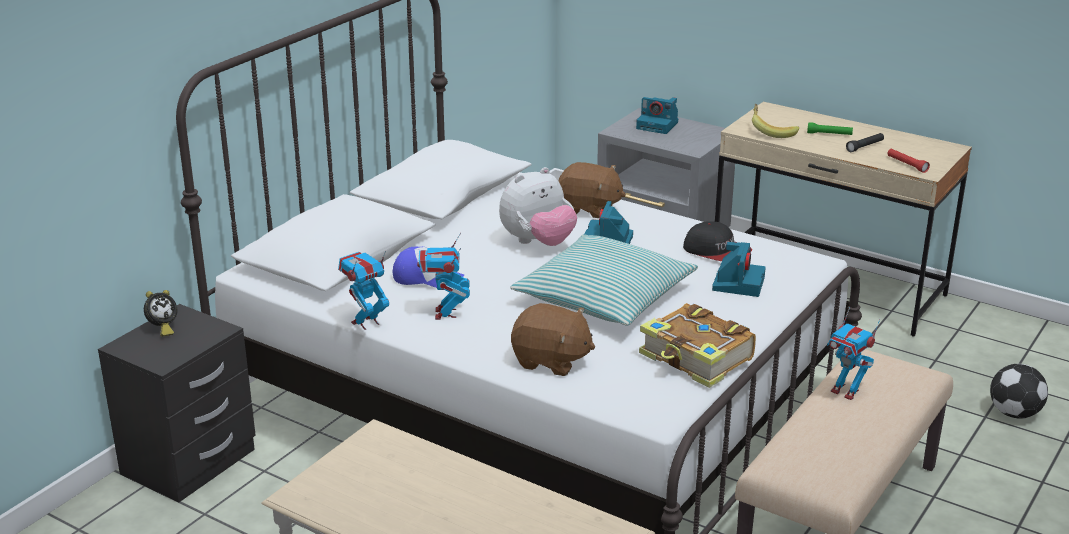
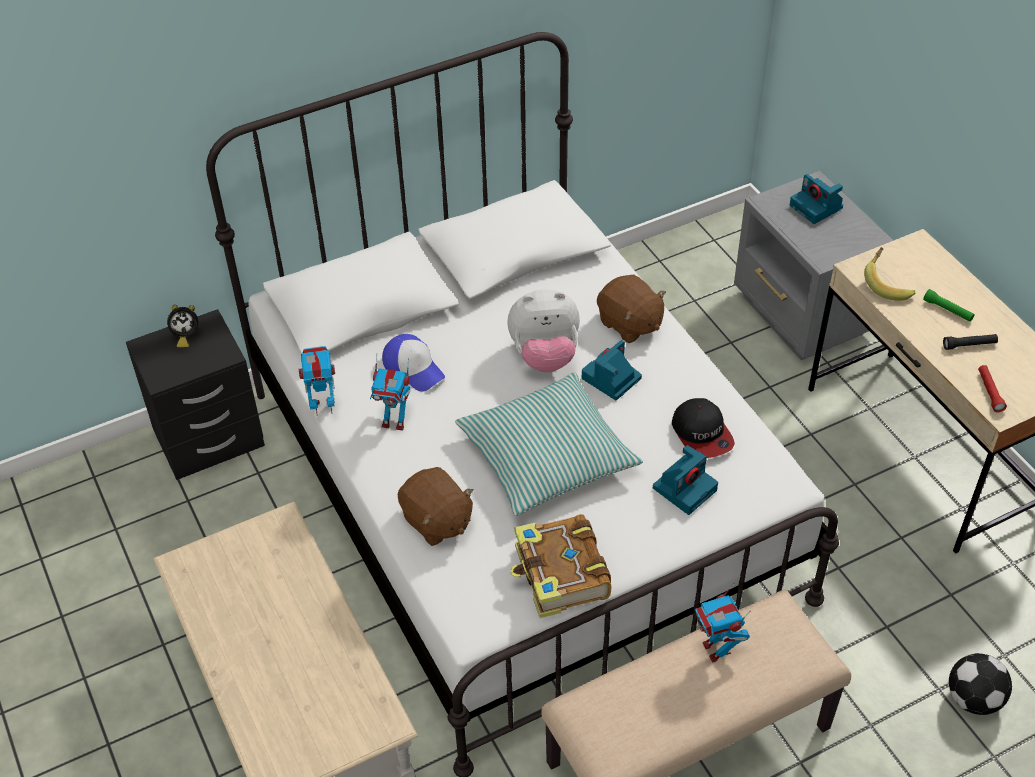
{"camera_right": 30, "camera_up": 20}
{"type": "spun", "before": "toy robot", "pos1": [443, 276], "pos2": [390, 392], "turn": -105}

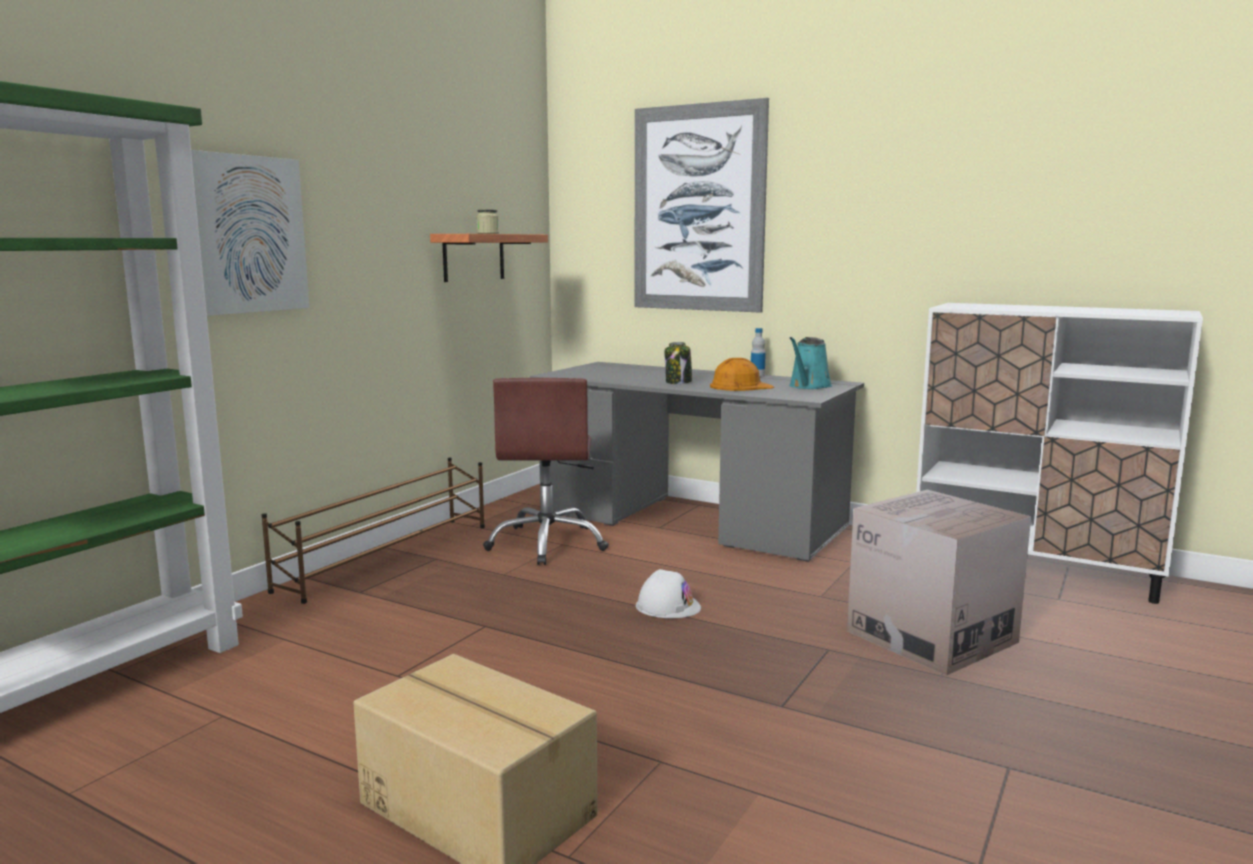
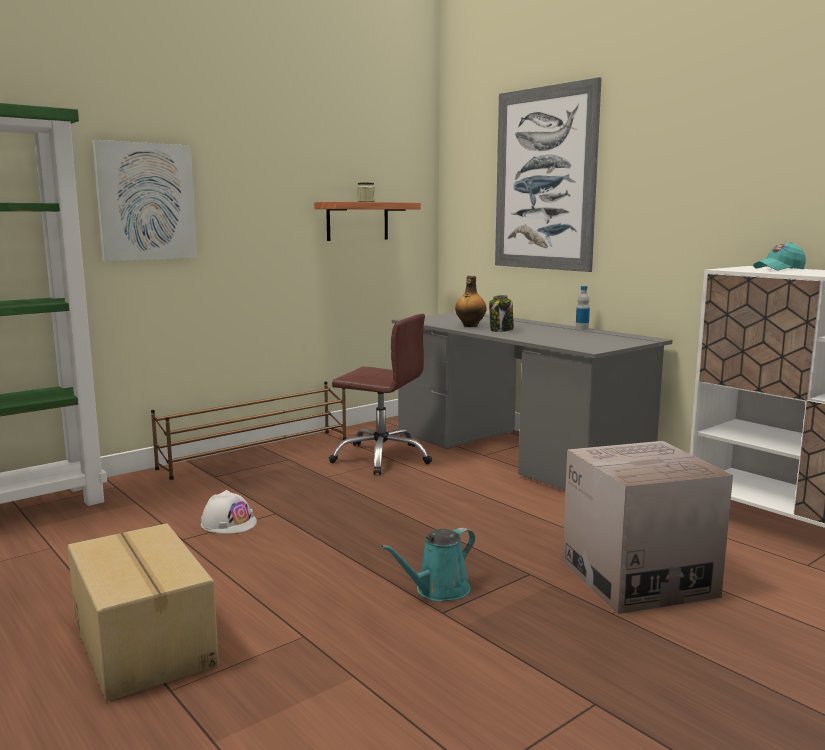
{"camera_right": 20, "camera_up": 0}
{"type": "relocated", "before": "white hard hat", "pos1": [668, 593], "pos2": [229, 512]}
{"type": "spun", "before": "brown office chair", "pos1": [546, 471], "pos2": [380, 394], "turn": -90}
{"type": "relocated", "before": "turquoise watering can", "pos1": [810, 363], "pos2": [428, 564]}
{"type": "appeared", "after": "bottle", "pos2": [471, 301]}
{"type": "appeared", "after": "turquoise cap", "pos2": [779, 256]}
{"type": "missing", "before": "orange hard hat", "pos1": [742, 374]}

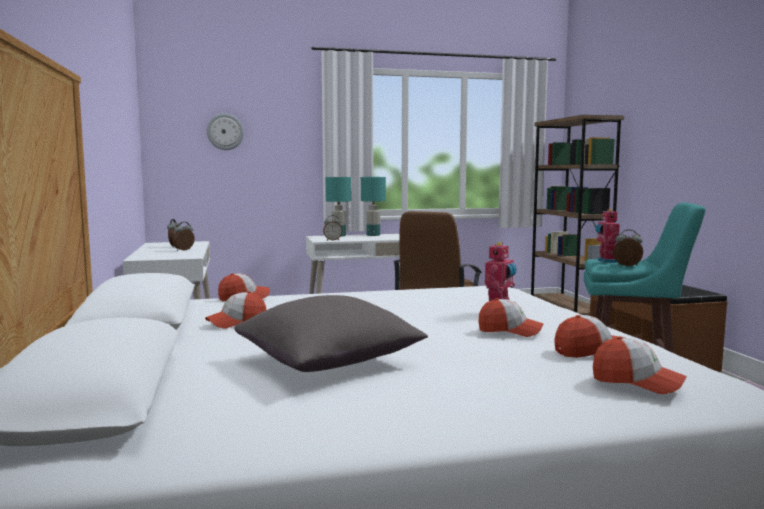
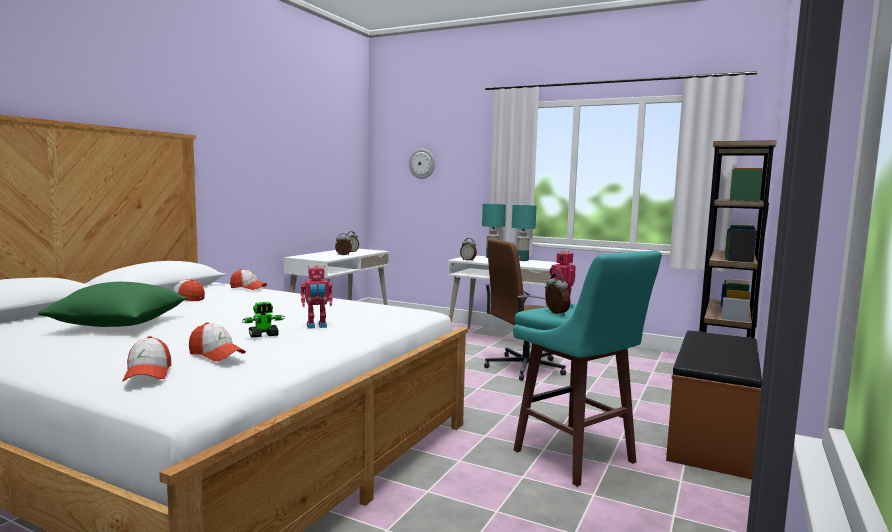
{"camera_right": 40, "camera_up": 0}
{"type": "colour", "before": "grey pillow", "after": "green pillow", "pos1": [331, 333], "pos2": [113, 304]}
{"type": "exchanged", "before": "cap", "after": "toy robot", "pos1": [511, 317], "pos2": [263, 320]}

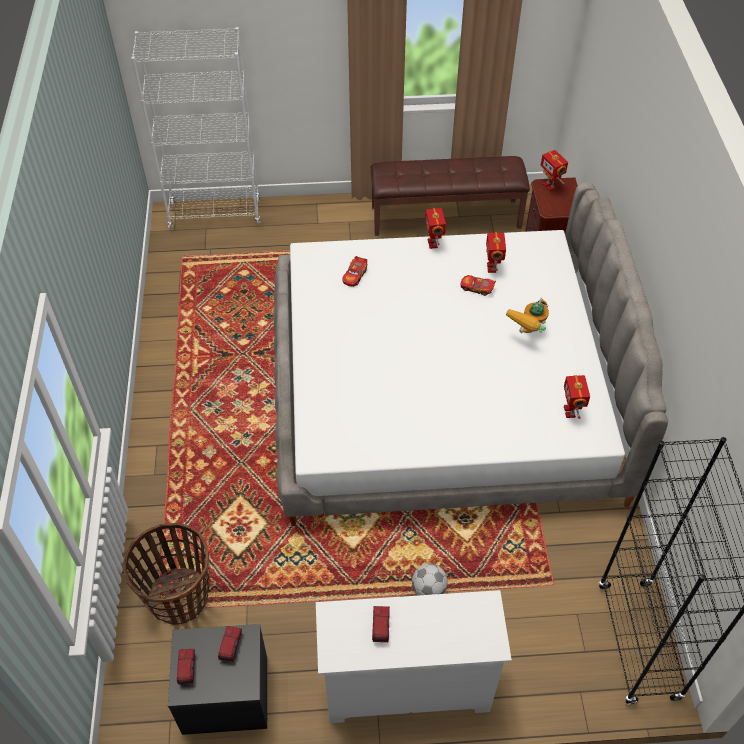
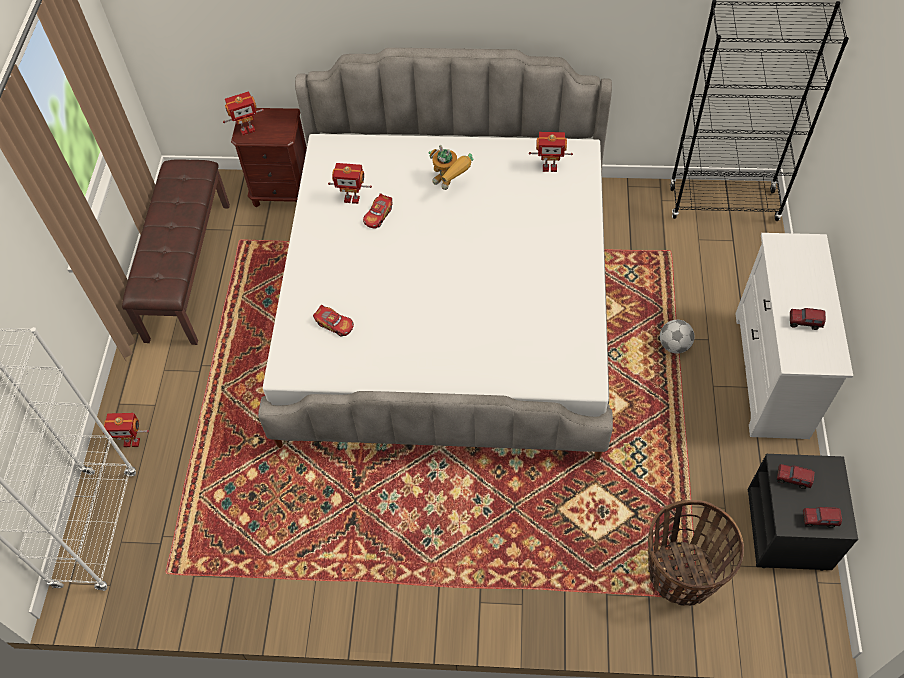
{"camera_right": -80, "camera_up": 5}
{"type": "relocated", "before": "toy robot", "pos1": [435, 228], "pos2": [126, 430]}

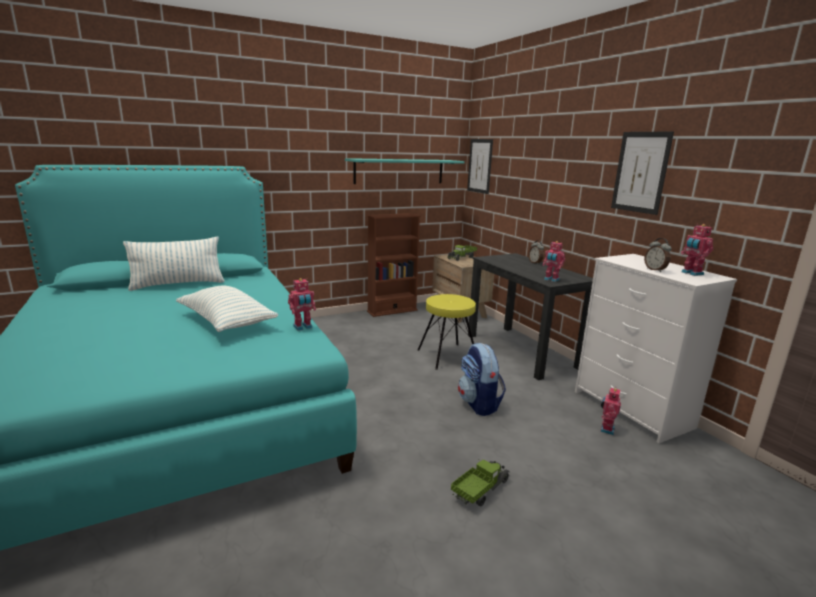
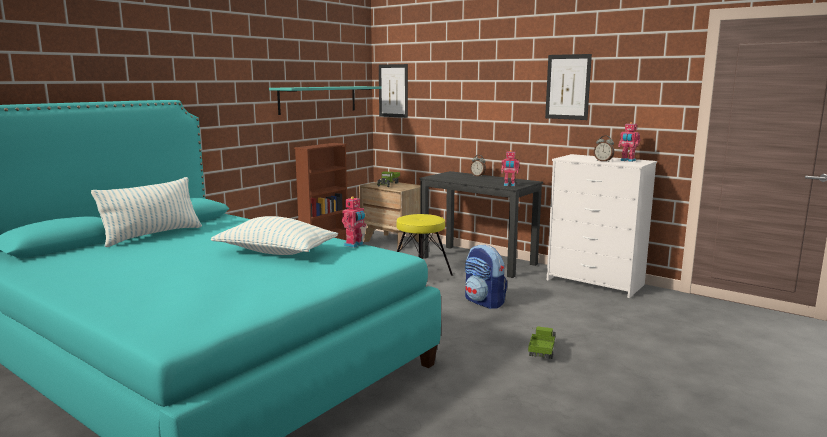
{"camera_right": -25, "camera_up": -5}
{"type": "missing", "before": "toy robot", "pos1": [610, 411]}

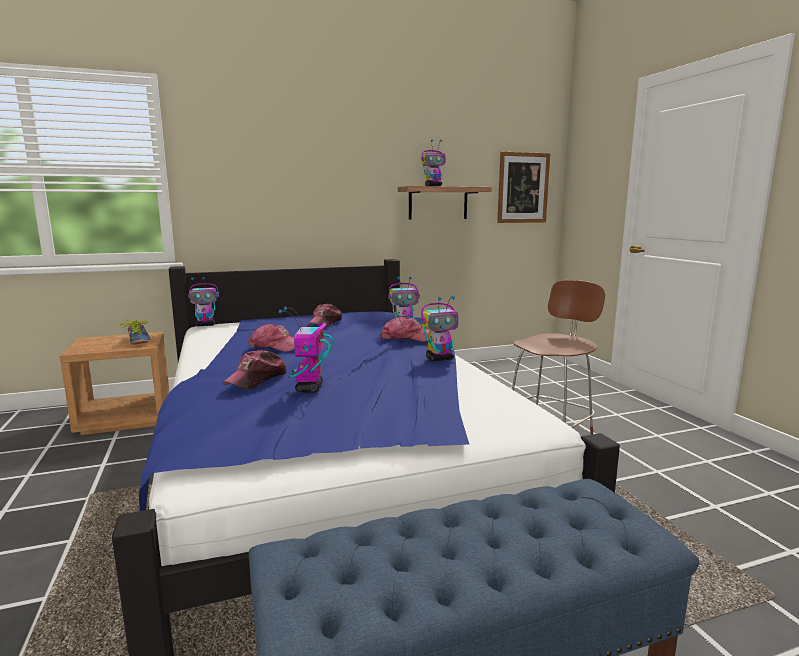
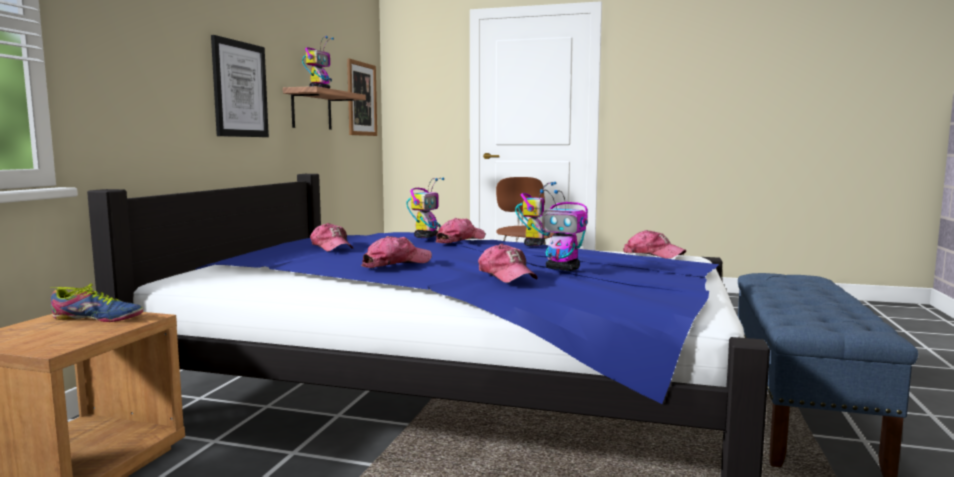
{"camera_right": -55, "camera_up": -5}
{"type": "appeared", "after": "picture", "pos2": [240, 86]}
{"type": "appeared", "after": "cap", "pos2": [654, 244]}
{"type": "missing", "before": "toy robot", "pos1": [203, 301]}

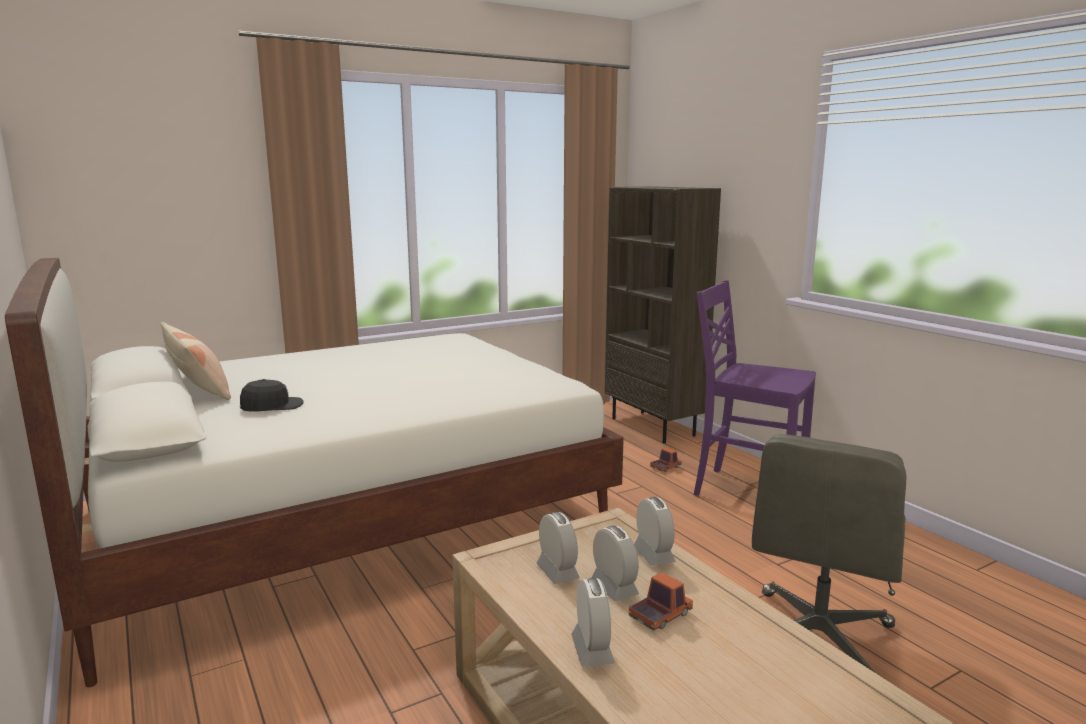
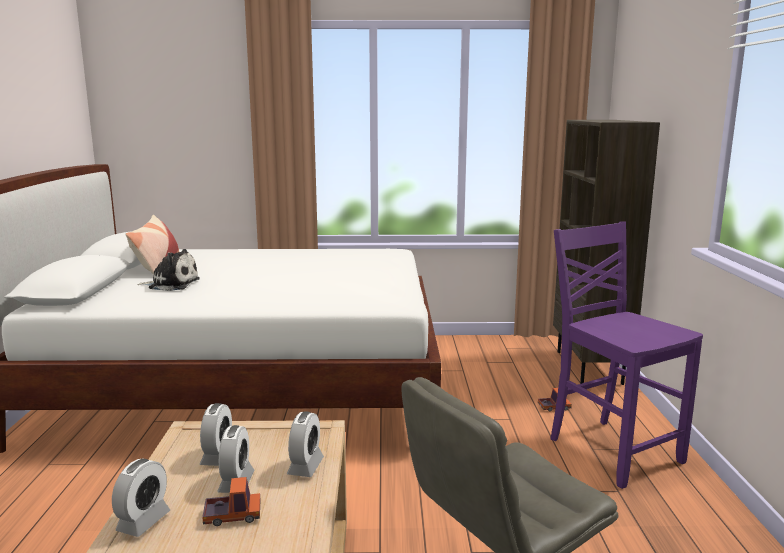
{"camera_right": 30, "camera_up": 0}
{"type": "exchanged", "before": "black cap", "after": "plush toy", "pos1": [272, 395], "pos2": [168, 270]}

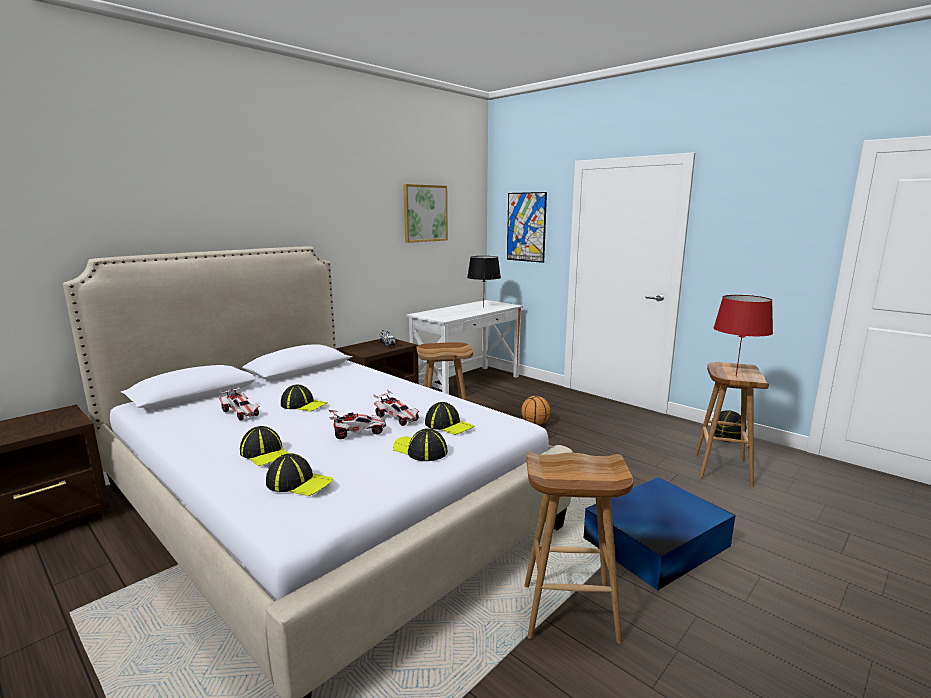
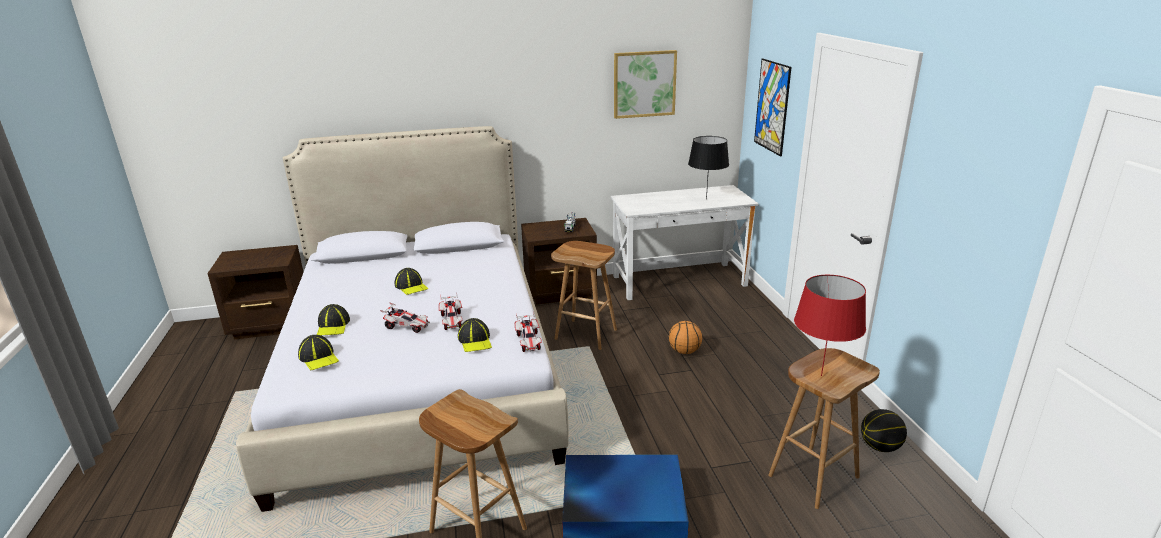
{"camera_right": 35, "camera_up": 10}
{"type": "relocated", "before": "toy car", "pos1": [239, 403], "pos2": [528, 332]}
{"type": "missing", "before": "cap", "pos1": [420, 444]}

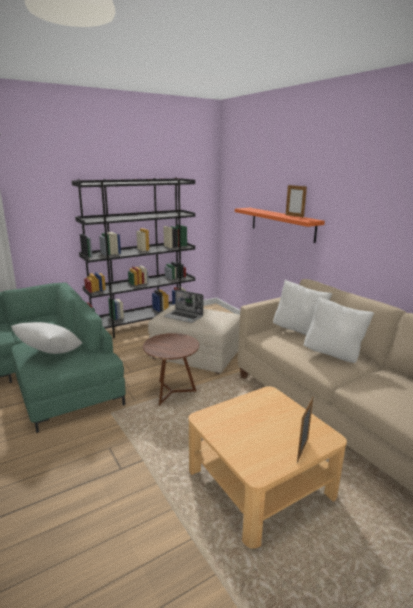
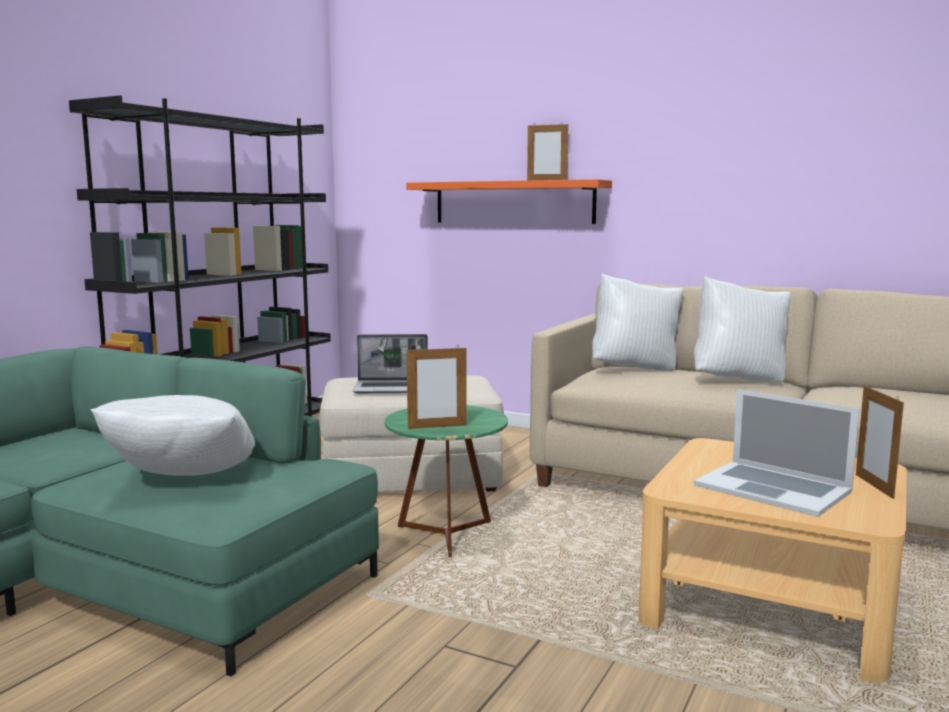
{"camera_right": -30, "camera_up": -10}
{"type": "colour", "before": "brown side table", "after": "green side table", "pos1": [171, 369], "pos2": [446, 481]}
{"type": "appeared", "after": "picture frame", "pos2": [437, 387]}
{"type": "appeared", "after": "laptop", "pos2": [776, 453]}

